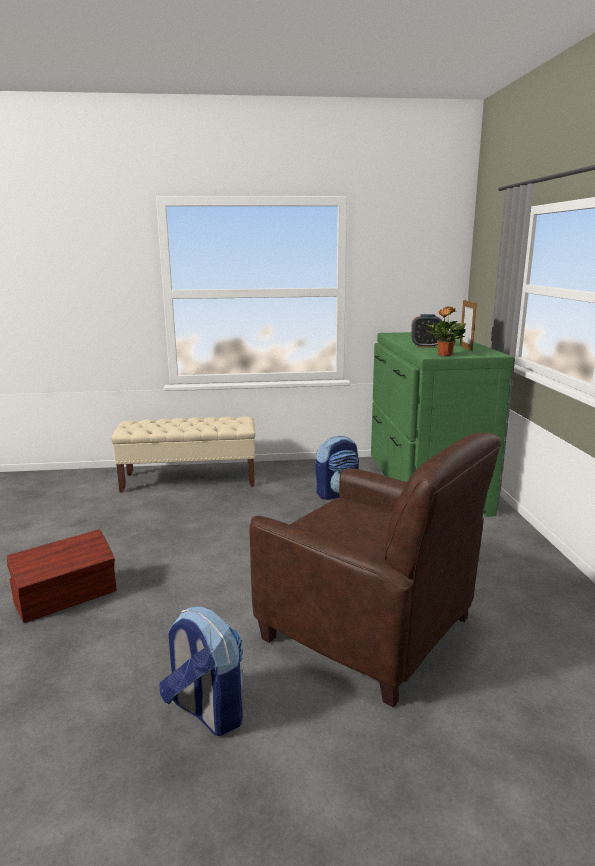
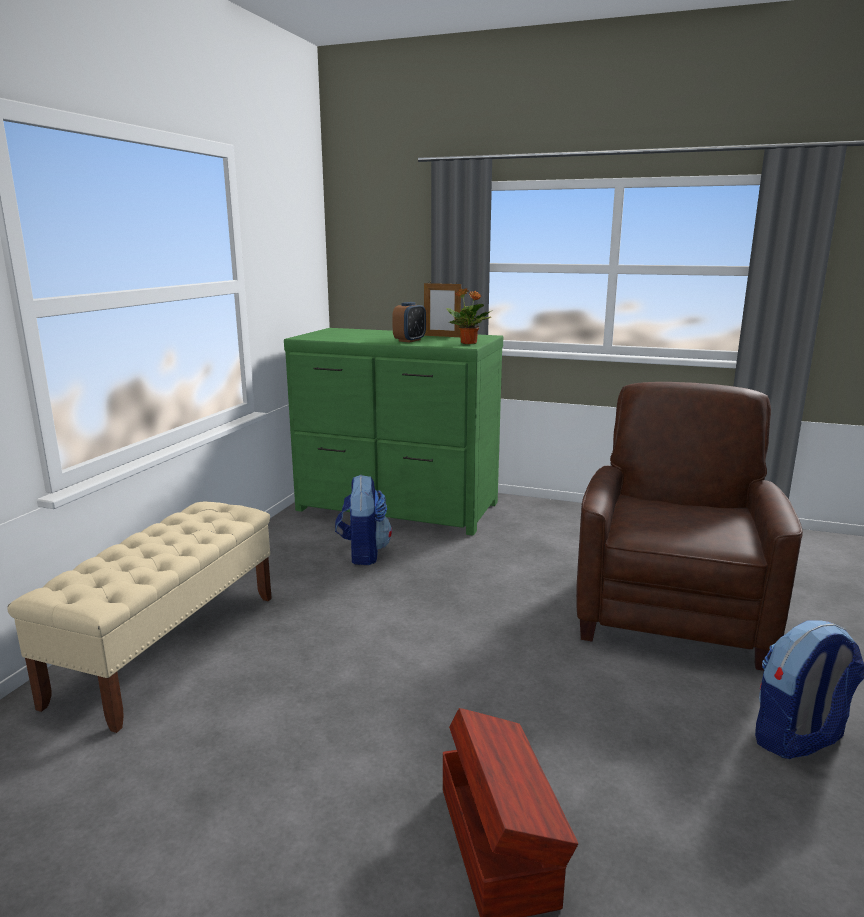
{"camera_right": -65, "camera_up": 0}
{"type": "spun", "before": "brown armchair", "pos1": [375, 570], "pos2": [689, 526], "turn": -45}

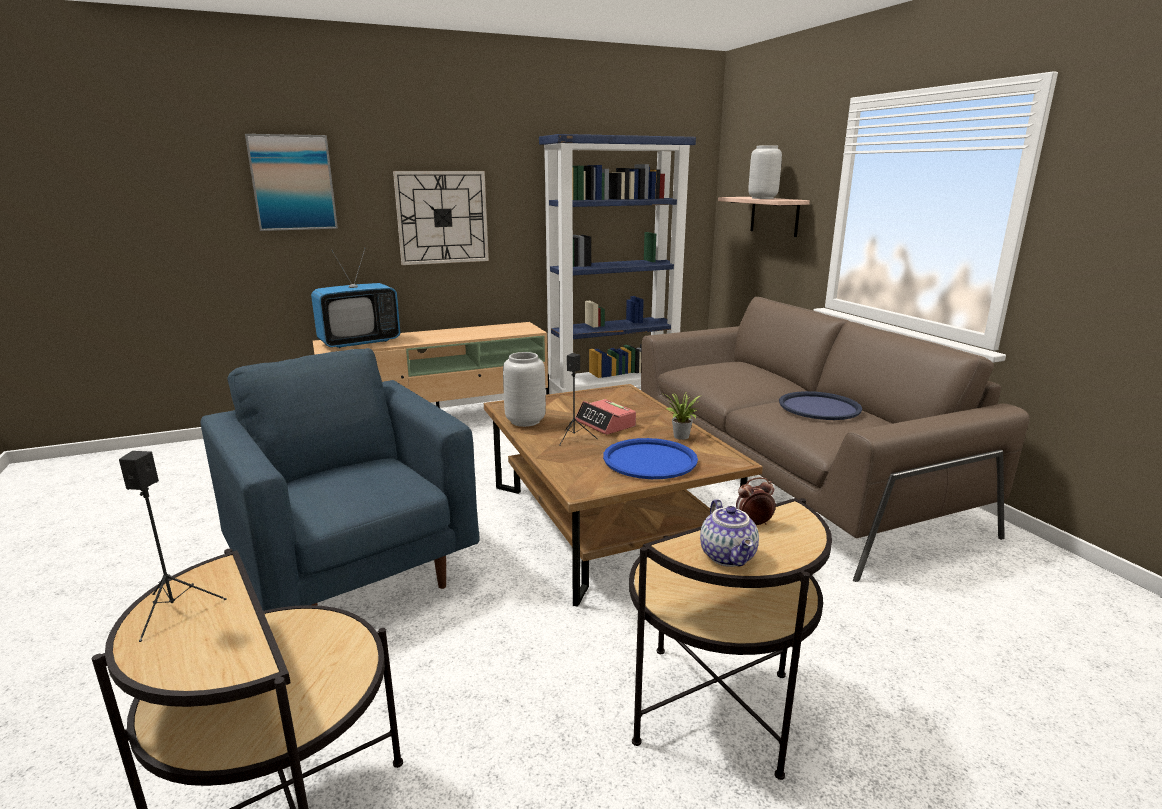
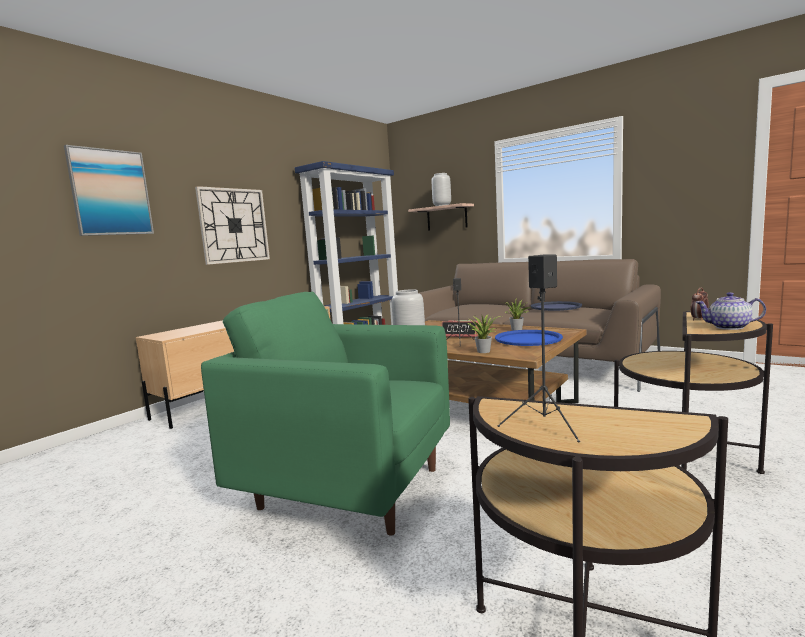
{"camera_right": -30, "camera_up": -10}
{"type": "colour", "before": "blue armchair", "after": "green armchair", "pos1": [340, 479], "pos2": [325, 414]}
{"type": "appeared", "after": "potted plant", "pos2": [484, 333]}
{"type": "spun", "before": "teapot", "pos1": [729, 533], "pos2": [730, 311], "turn": 150}
{"type": "missing", "before": "television", "pos1": [356, 298]}

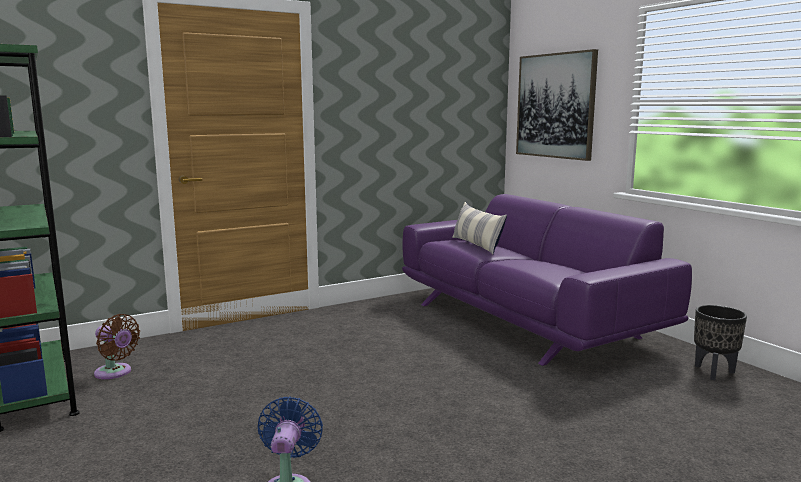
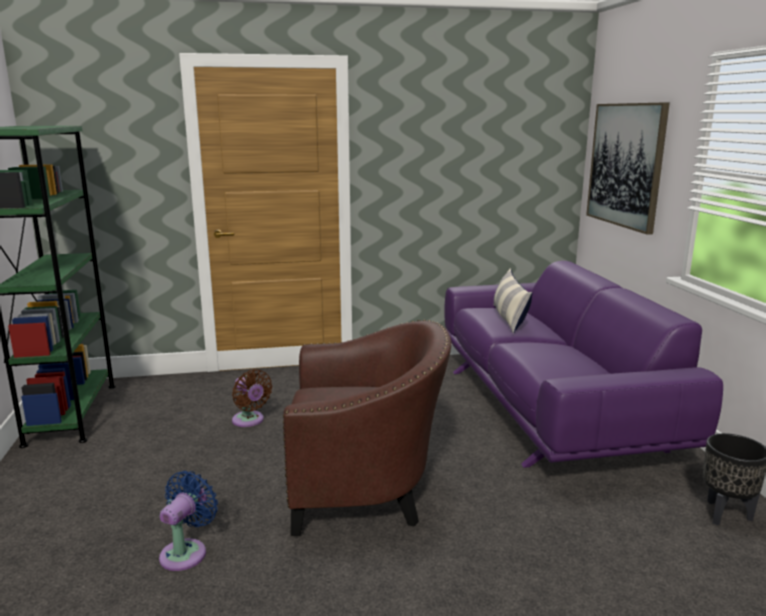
{"camera_right": 20, "camera_up": 5}
{"type": "relocated", "before": "brown fan", "pos1": [117, 346], "pos2": [252, 398]}
{"type": "appeared", "after": "brown armchair", "pos2": [367, 428]}

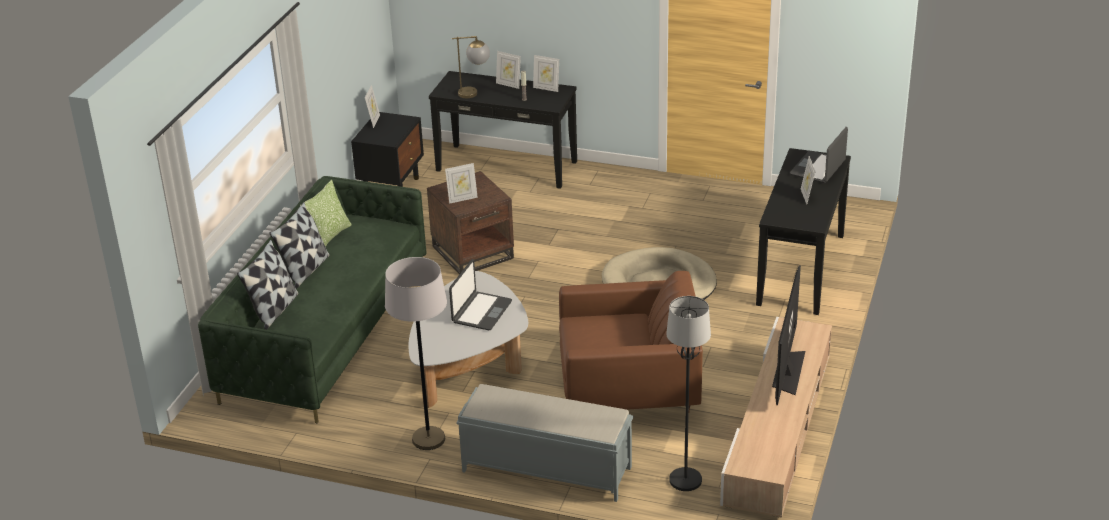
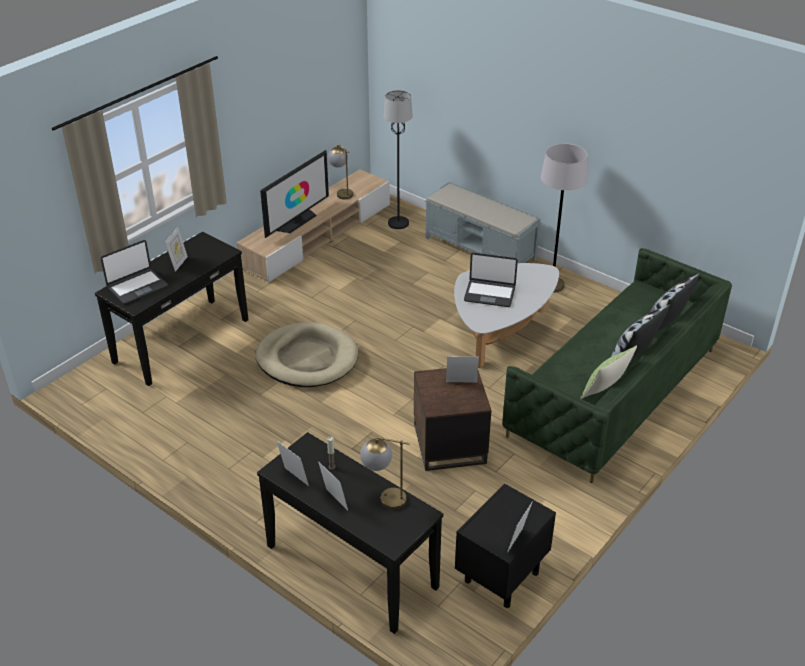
{"camera_right": -160, "camera_up": 5}
{"type": "appeared", "after": "table lamp", "pos2": [340, 171]}
{"type": "spun", "before": "laptop", "pos1": [480, 294], "pos2": [491, 280], "turn": -120}
{"type": "missing", "before": "brown armchair", "pos1": [631, 341]}

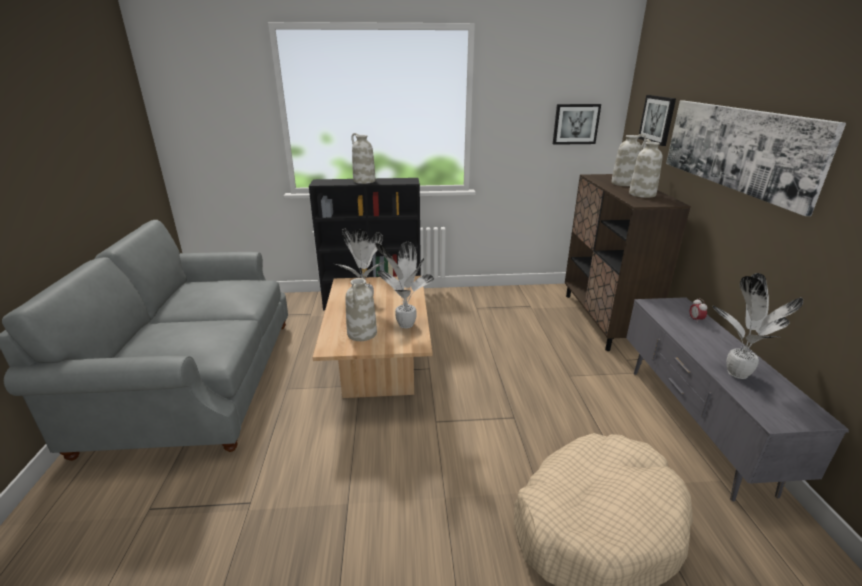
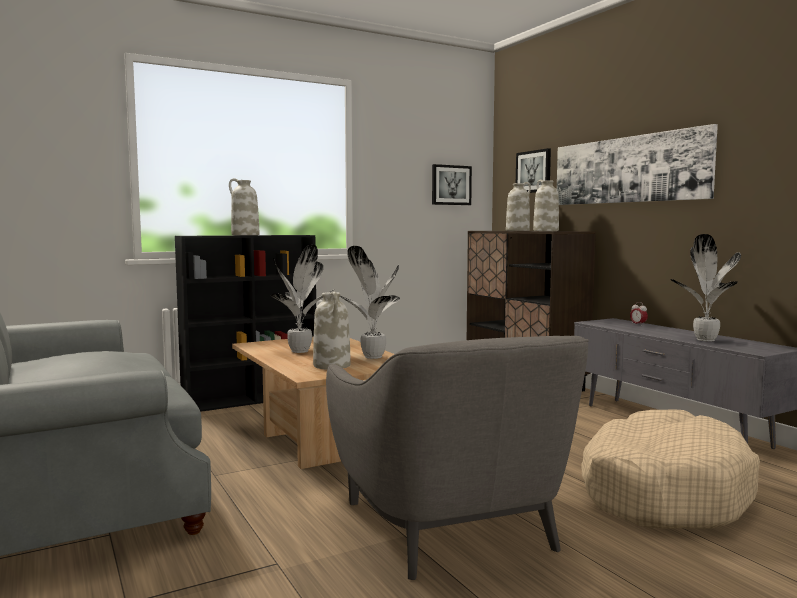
{"camera_right": -25, "camera_up": -20}
{"type": "appeared", "after": "grey armchair", "pos2": [457, 458]}

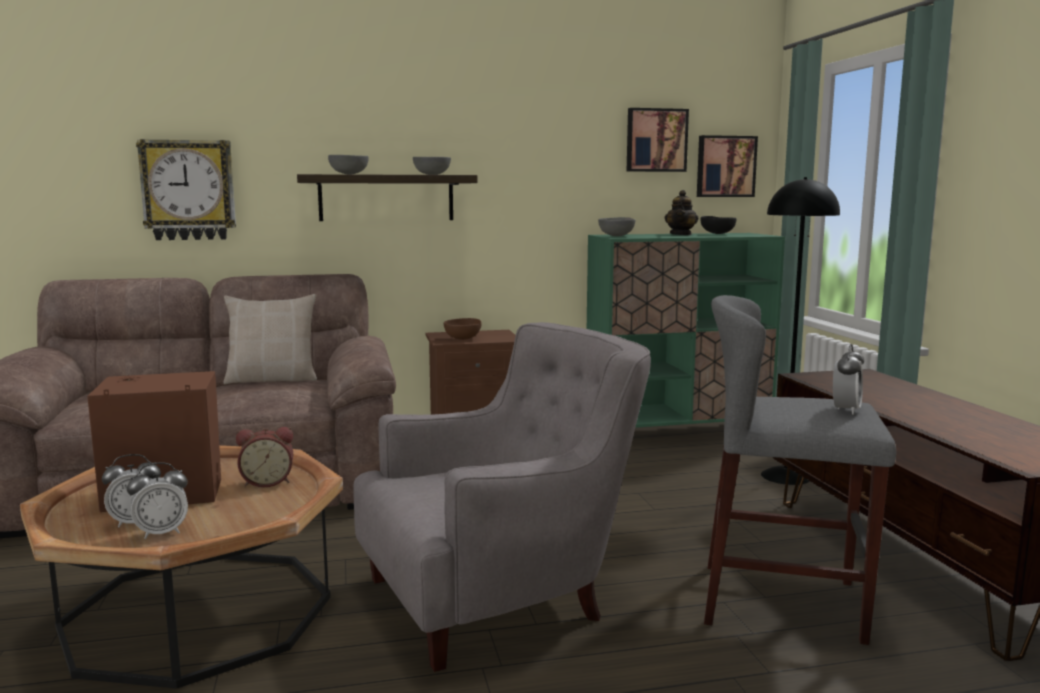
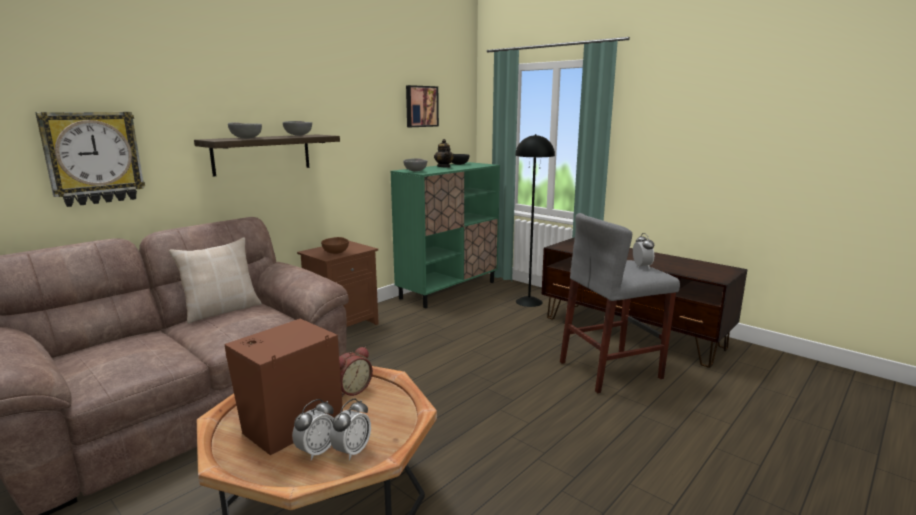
{"camera_right": -35, "camera_up": 5}
{"type": "missing", "before": "grey armchair", "pos1": [502, 497]}
{"type": "missing", "before": "picture", "pos1": [727, 166]}

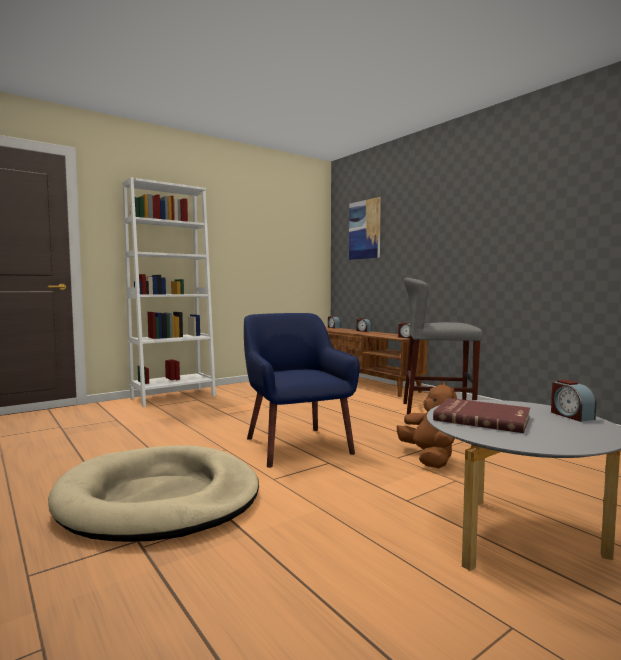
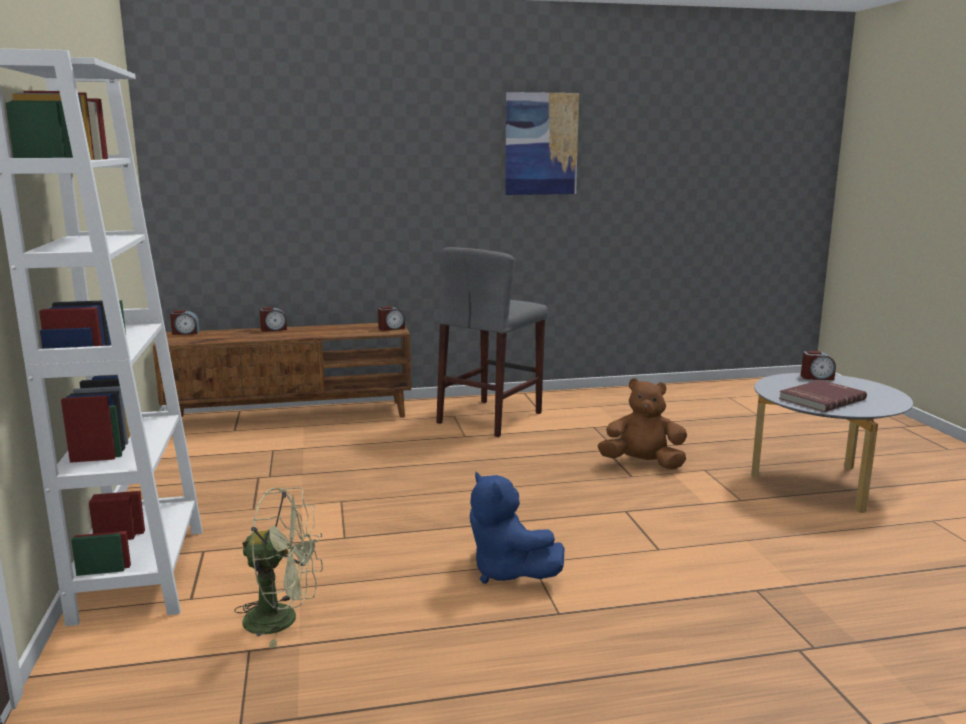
{"camera_right": -65, "camera_up": 10}
{"type": "appeared", "after": "green fan", "pos2": [278, 567]}
{"type": "appeared", "after": "blue plush toy", "pos2": [517, 528]}
{"type": "relocated", "before": "picture", "pos1": [365, 228], "pos2": [542, 143]}
{"type": "missing", "before": "beige dog bed", "pos1": [153, 493]}
{"type": "missing", "before": "blue armchair", "pos1": [302, 390]}

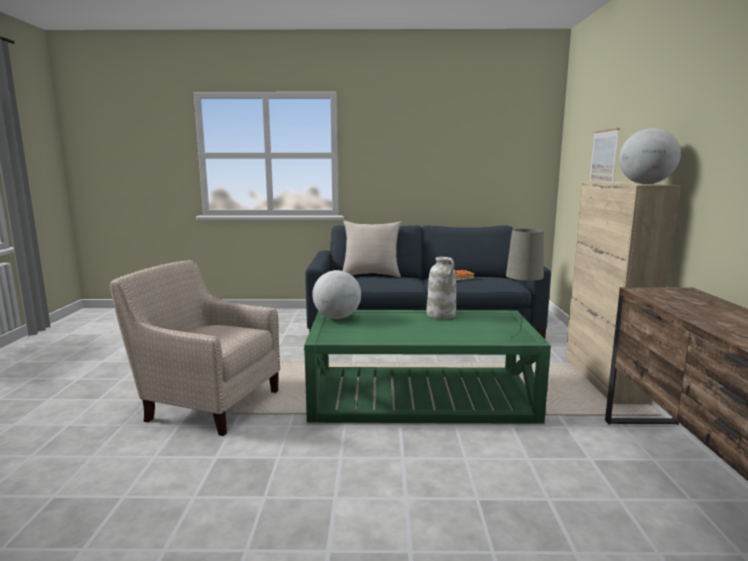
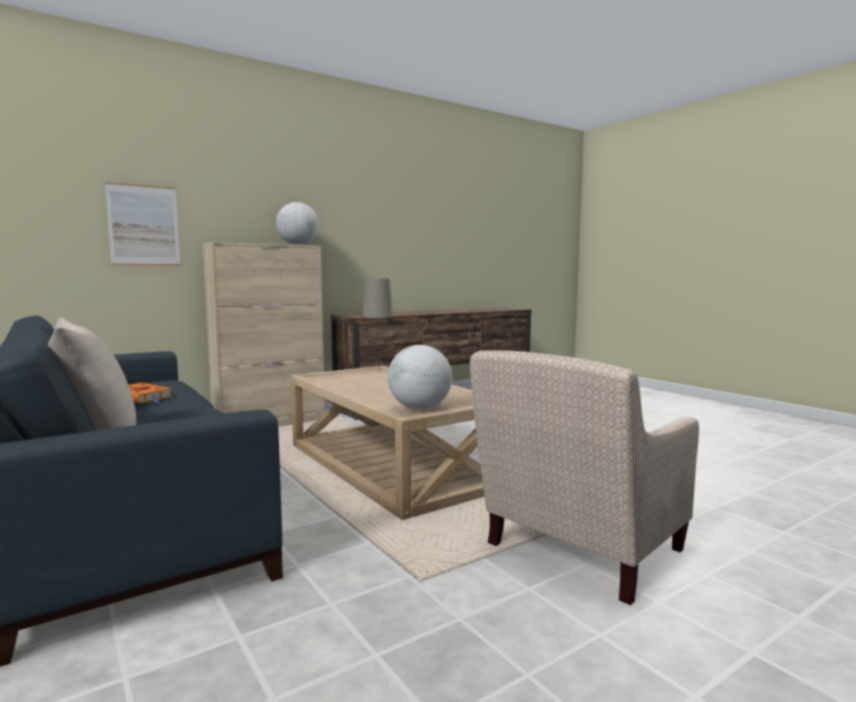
{"camera_right": -125, "camera_up": -5}
{"type": "colour", "before": "green coffee table", "after": "beige coffee table", "pos1": [427, 367], "pos2": [387, 443]}
{"type": "spun", "before": "beige armchair", "pos1": [195, 348], "pos2": [584, 477], "turn": 60}
{"type": "missing", "before": "white vase", "pos1": [441, 288]}

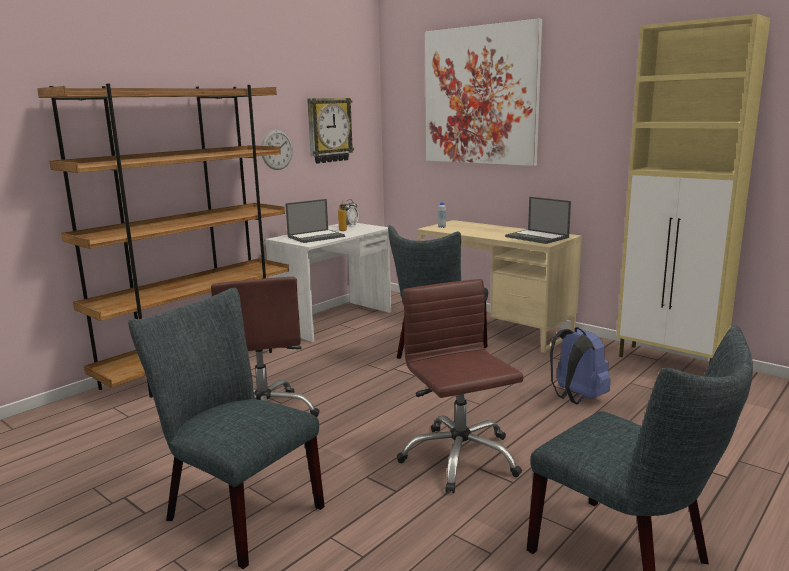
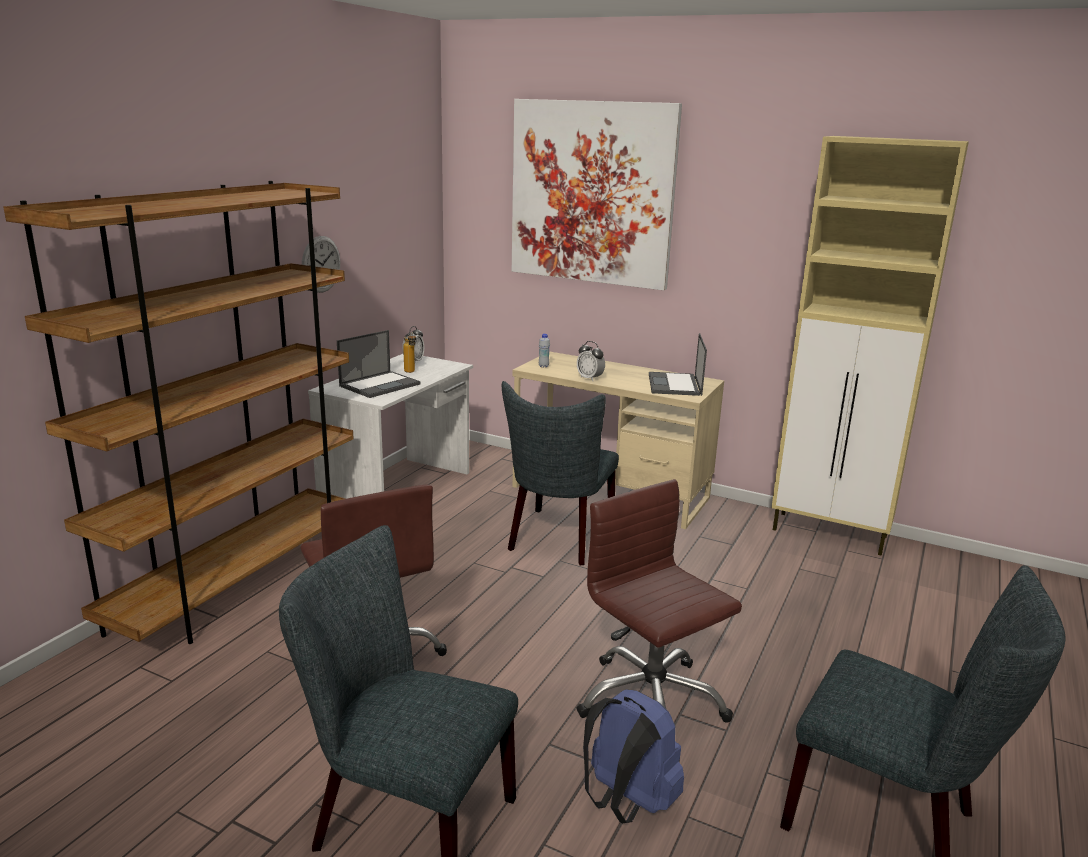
{"camera_right": -15, "camera_up": 5}
{"type": "appeared", "after": "alarm clock", "pos2": [591, 361]}
{"type": "relocated", "before": "blue backpack", "pos1": [580, 365], "pos2": [633, 756]}
{"type": "spun", "before": "laptop", "pos1": [538, 220], "pos2": [678, 364], "turn": 60}
{"type": "missing", "before": "wall clock", "pos1": [330, 131]}

